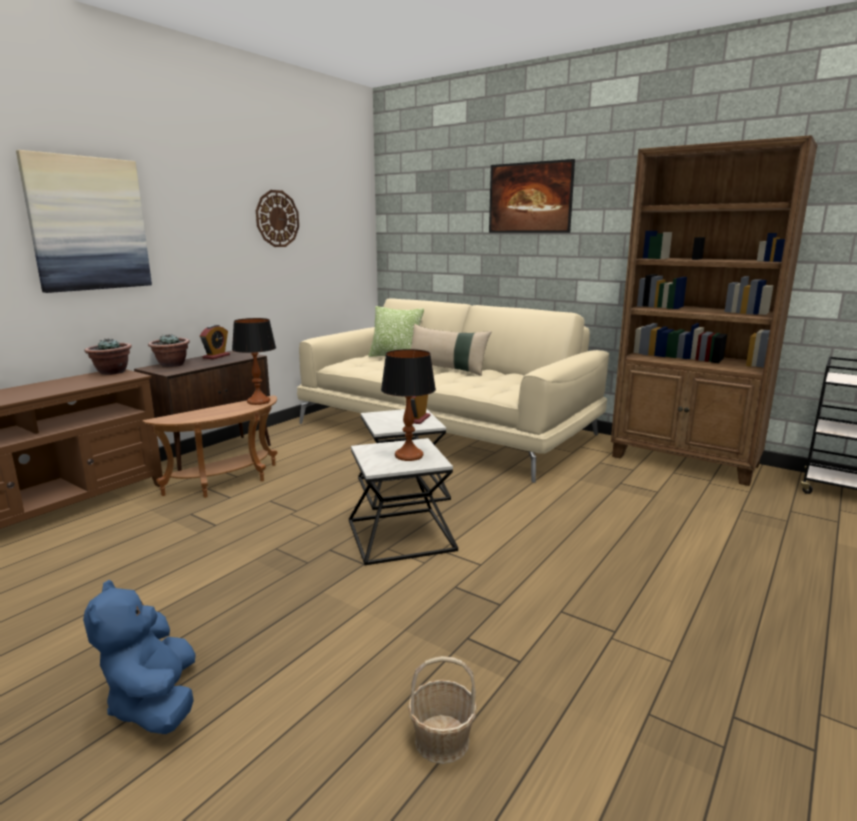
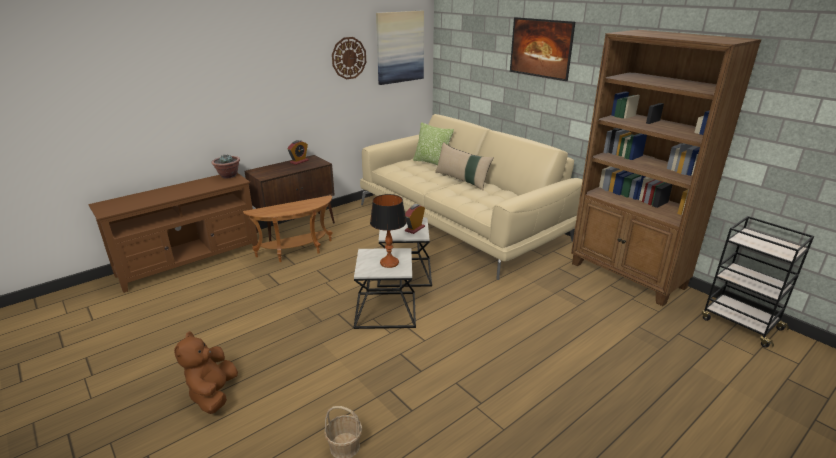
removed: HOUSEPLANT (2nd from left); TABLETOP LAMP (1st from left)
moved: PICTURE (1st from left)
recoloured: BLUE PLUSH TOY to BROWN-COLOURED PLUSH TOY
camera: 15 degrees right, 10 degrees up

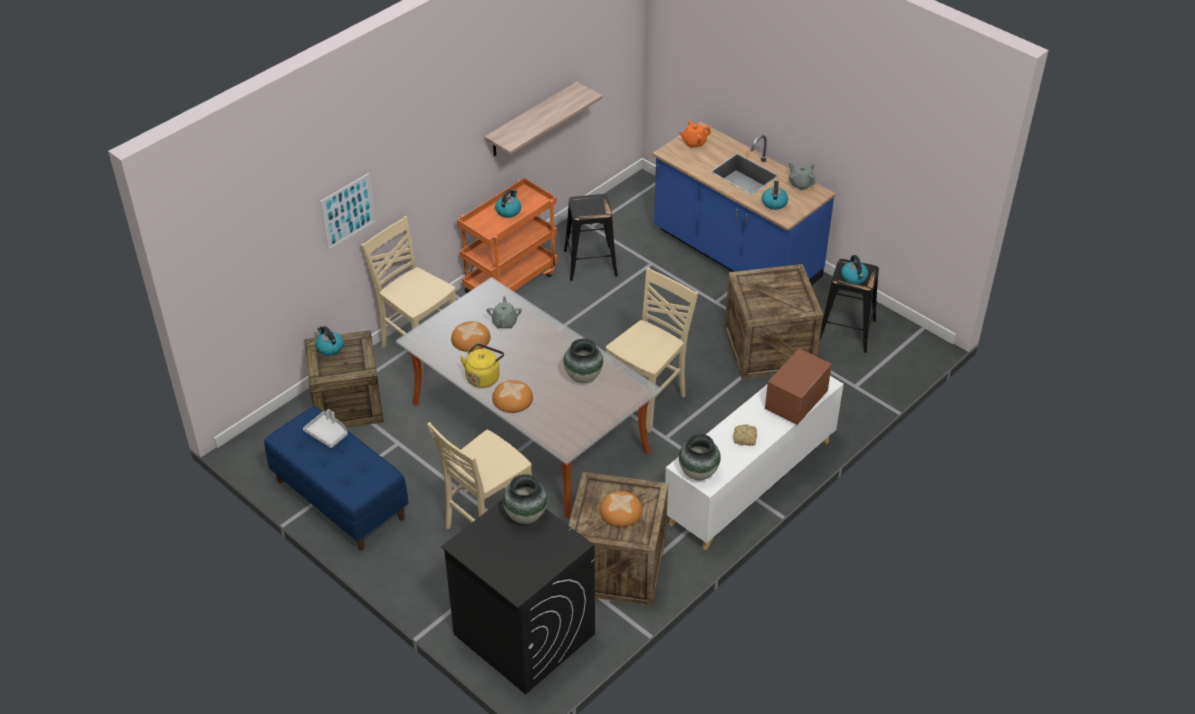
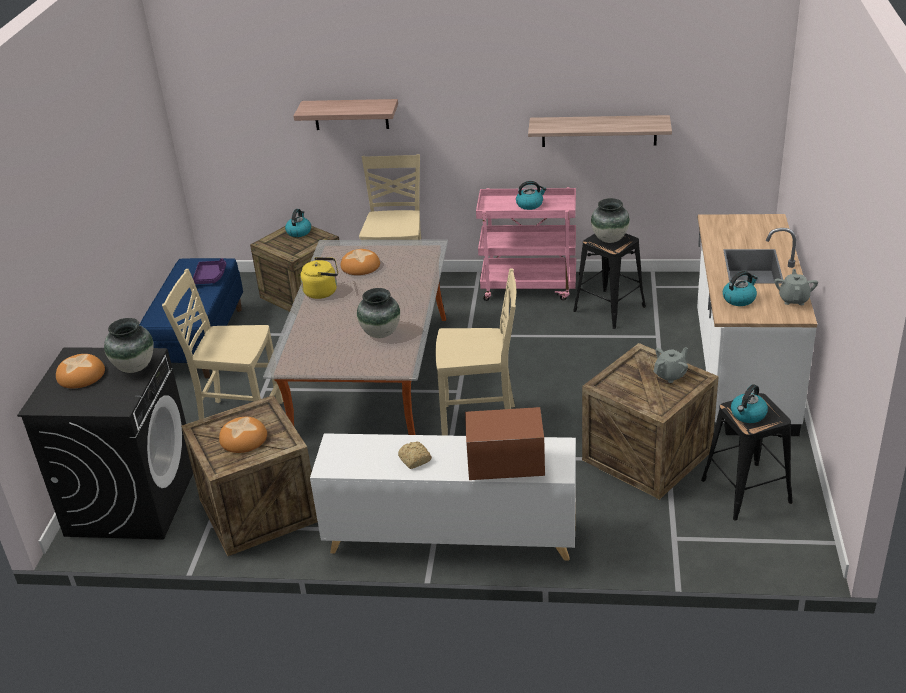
removed: ORANGEY TEA POT
moved: GRAY TEA POT (1st from left); BREAD (2nd from left in the first image) to BREAD (1st from left); VASE (3rd from left)
replaced: PICTURE to BRACKET SHELF (1st from left)
recoloured: GRAY TRAY to PURPLE TRAY; ORANGEY CART to PINKISH CART; BLUE KITCHEN BASE UNIT to WHITISH KITCHEN BASE UNIT
camera: 55 degrees right, 10 degrees down

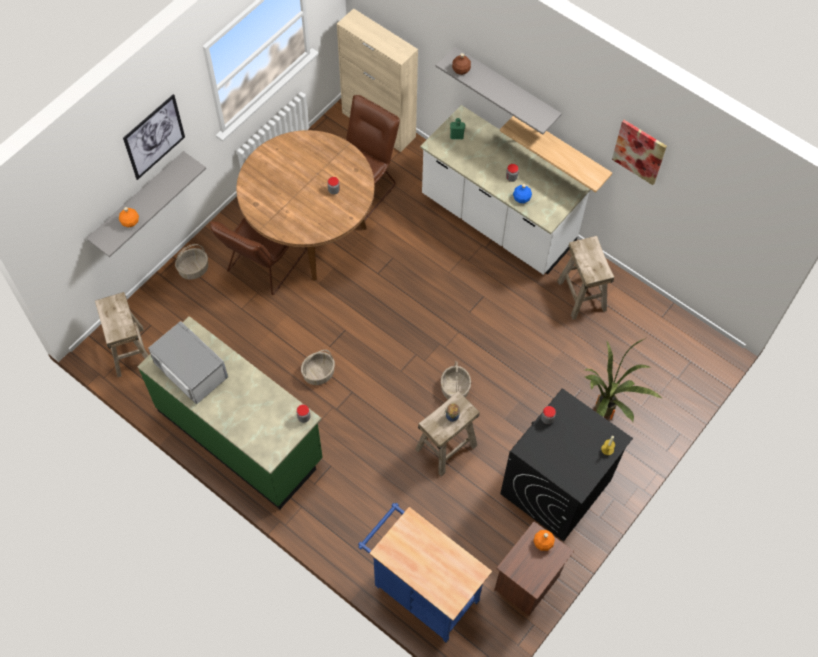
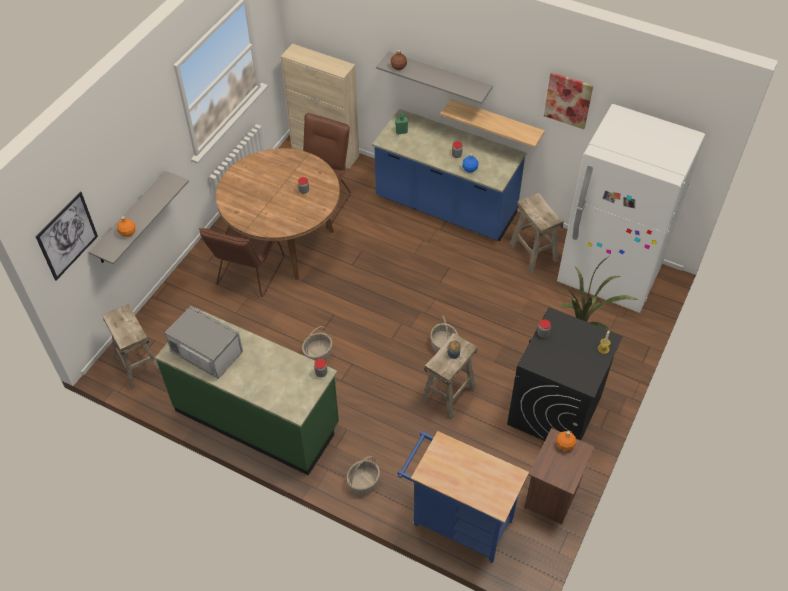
added: WHITISH REFRIGERATOR
moved: PICTURE (1st from left); BASKET (1st from left in the first image) to BASKET (2nd from left)
recoloured: WHITISH KITCHEN BASE UNIT to BLUE KITCHEN BASE UNIT
camera: 10 degrees left, 10 degrees down

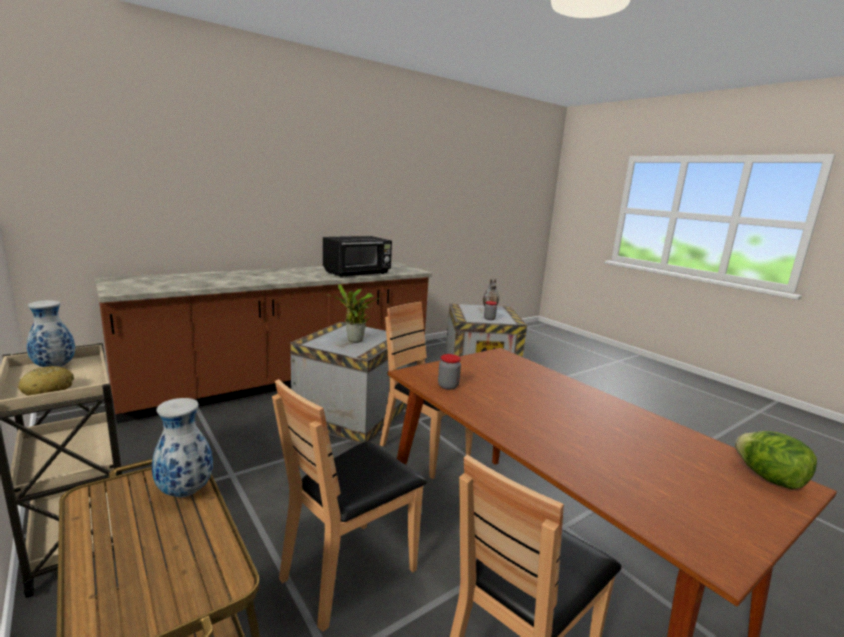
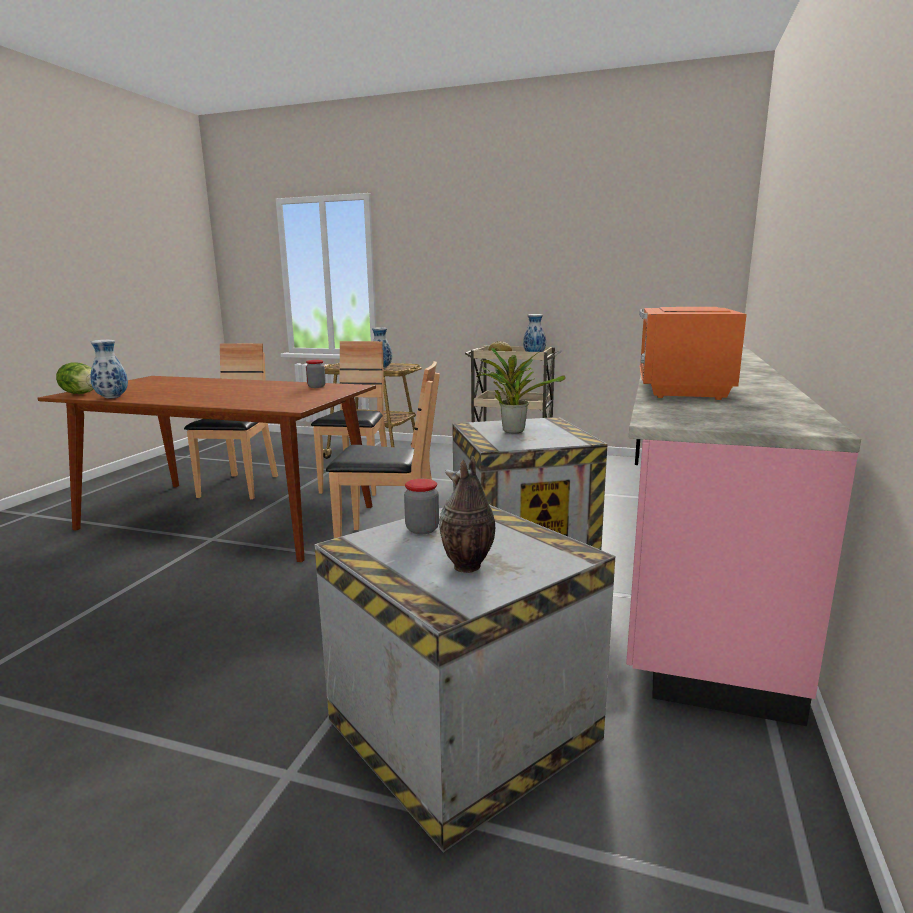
added: VASE (1st from left)
recoloured: BROWN-COLOURED KITCHEN BASE UNIT to PINKISH KITCHEN BASE UNIT; BLACK-COLOURED MICROWAVE to ORANGEY MICROWAVE
camera: 145 degrees right, 0 degrees up

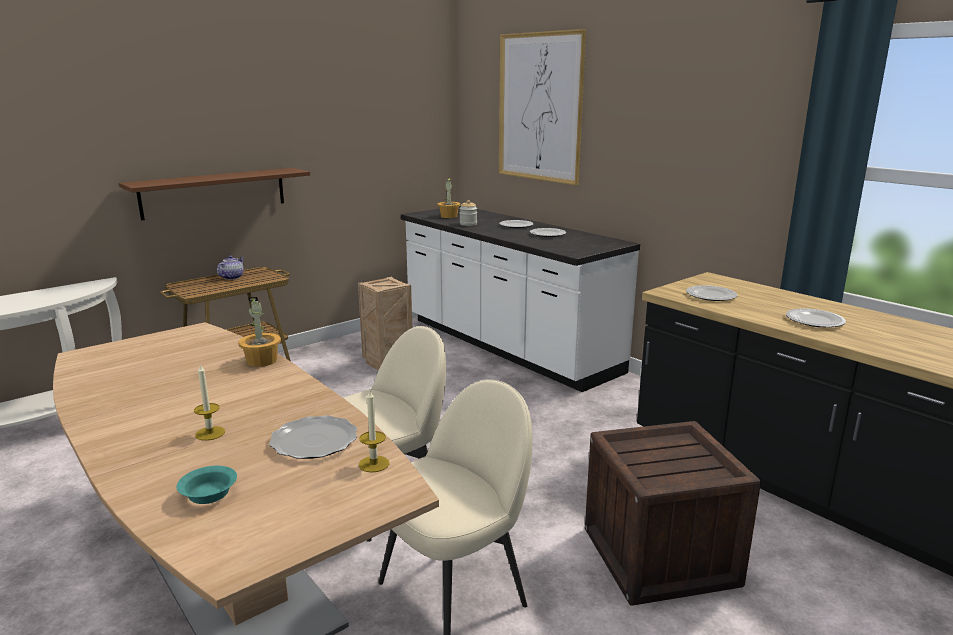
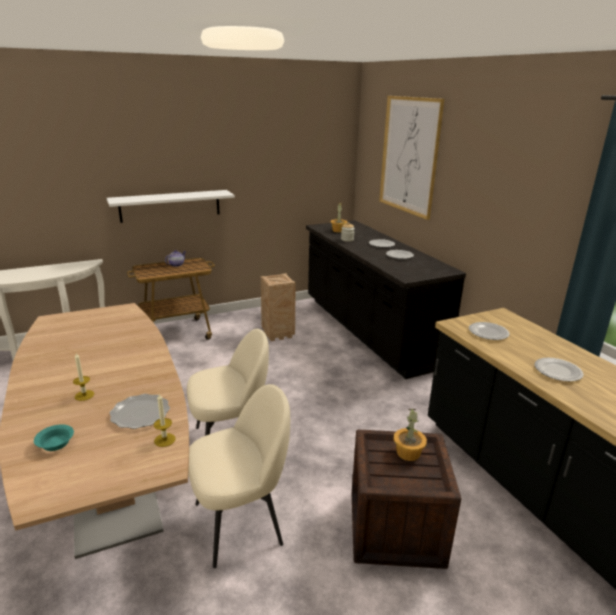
moved: HOUSEPLANT (1st from left in the first image) to HOUSEPLANT (2nd from left)
recoloured: BROWN-COLOURED BRACKET SHELF to WHITISH BRACKET SHELF; WHITISH KITCHEN BASE UNIT to BLACK-COLOURED KITCHEN BASE UNIT (1st from left)
camera: 15 degrees right, 5 degrees up

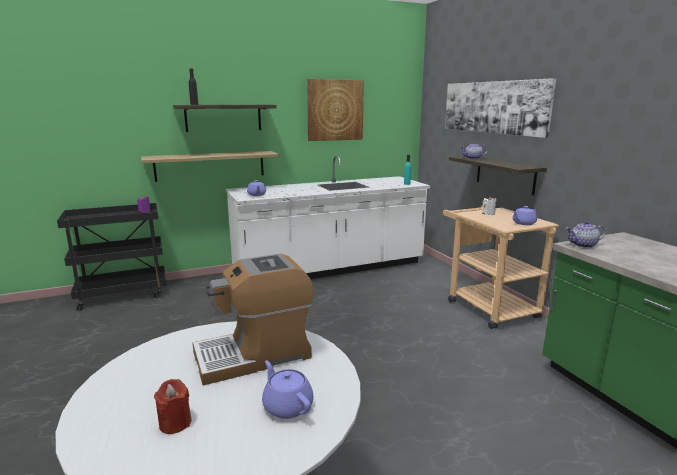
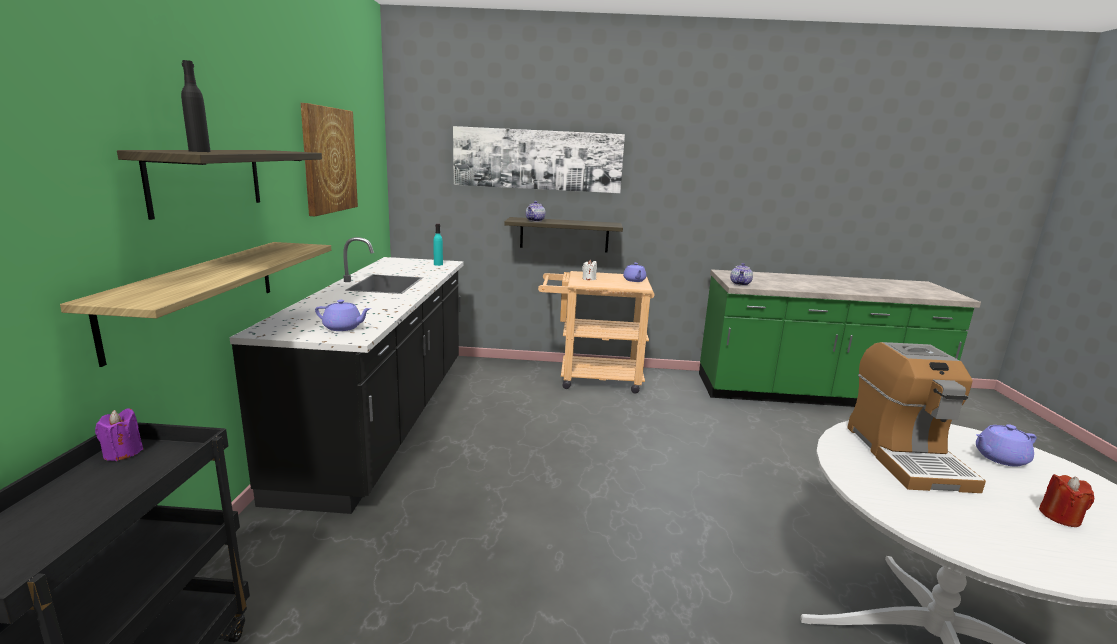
recoloured: WHITISH KITCHEN BASE UNIT to BLACK-COLOURED KITCHEN BASE UNIT
camera: 65 degrees left, 0 degrees up

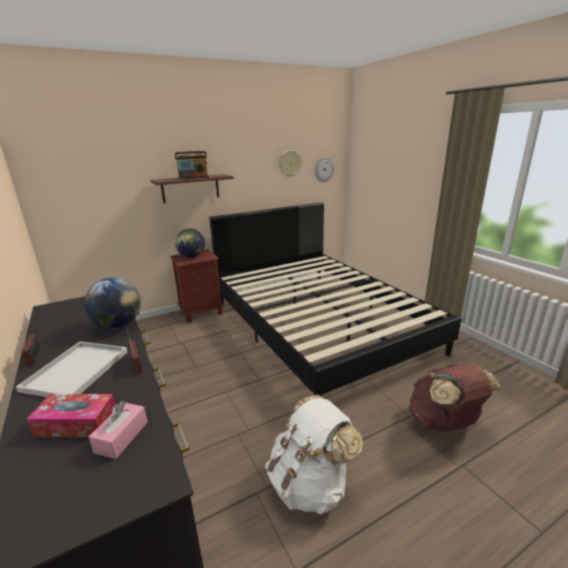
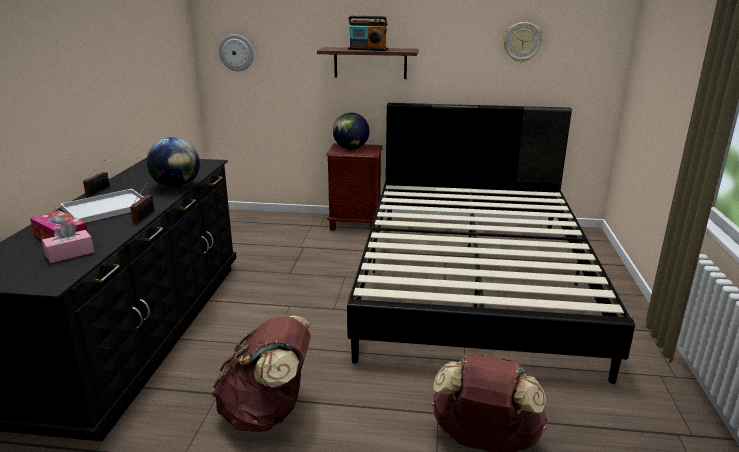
moved: WALL CLOCK (2nd from left in the first image) to WALL CLOCK (1st from left)
recoloured: WHITISH BACKPACK to BROWN-COLOURED BACKPACK (1st from left)
camera: 35 degrees right, 0 degrees up

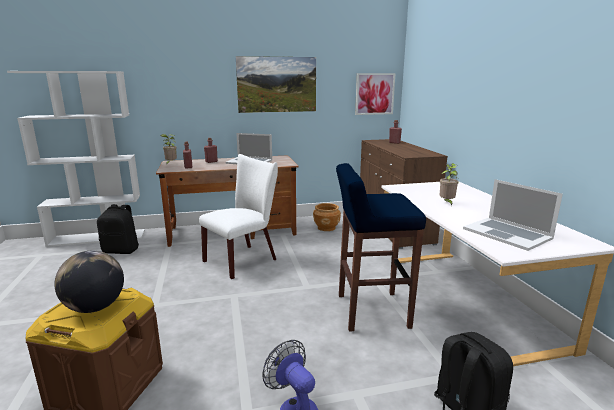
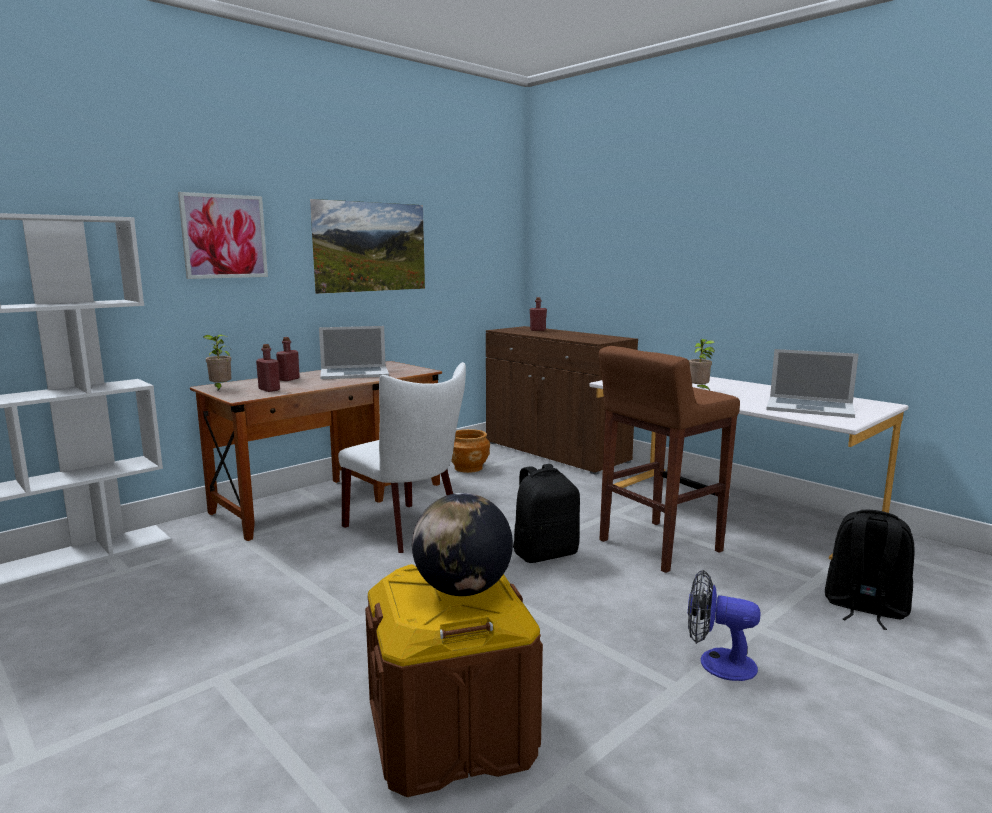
moved: BLACK-COLOURED BACKPACK (1st from left); PICTURE (2nd from left in the first image) to PICTURE (1st from left)
recoloured: BLUE SITTING STOOL to BROWN-COLOURED SITTING STOOL
turned: WHITISH UPRIGHT CHAIR 120 degrees clockwise
camera: 30 degrees left, 5 degrees down

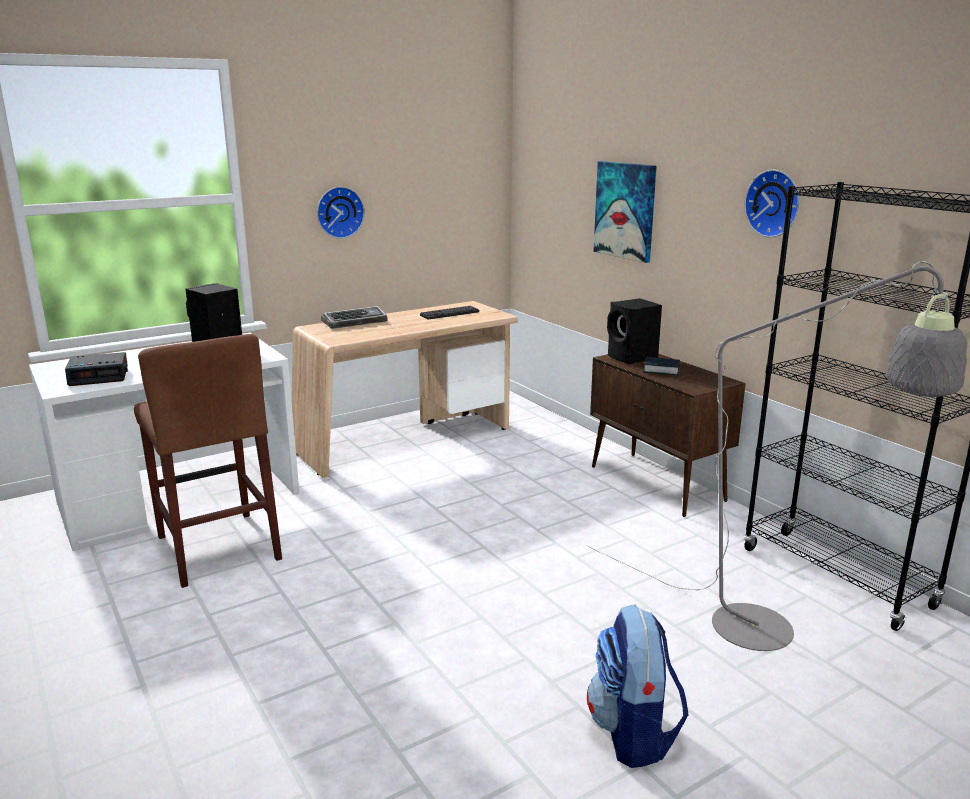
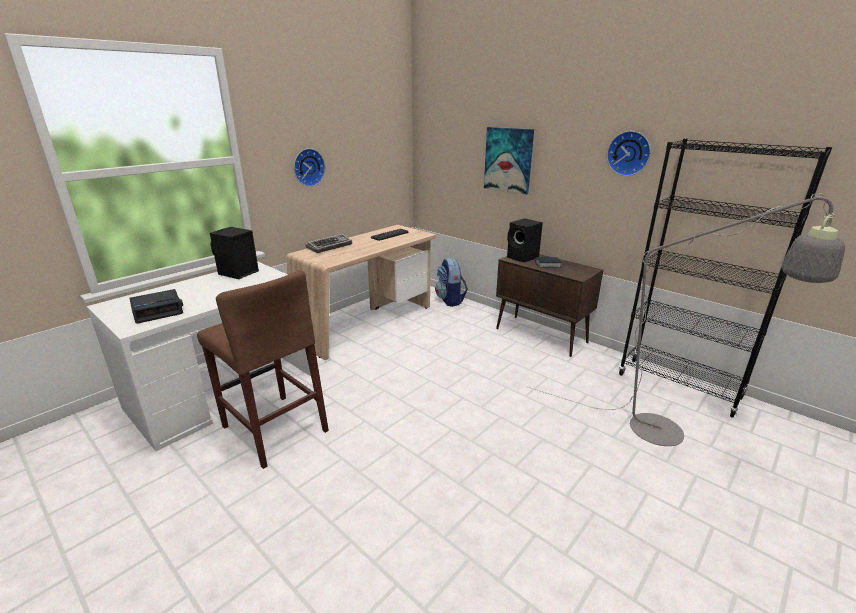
moved: BACKPACK
camera: 15 degrees left, 5 degrees up

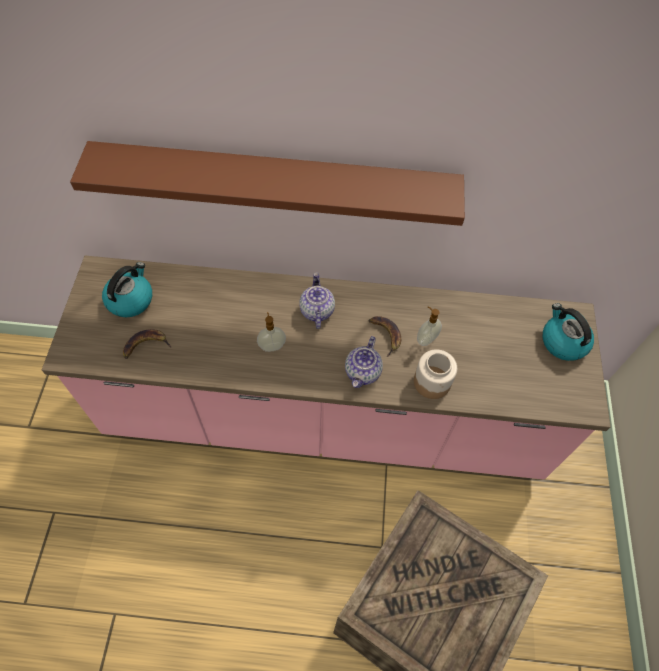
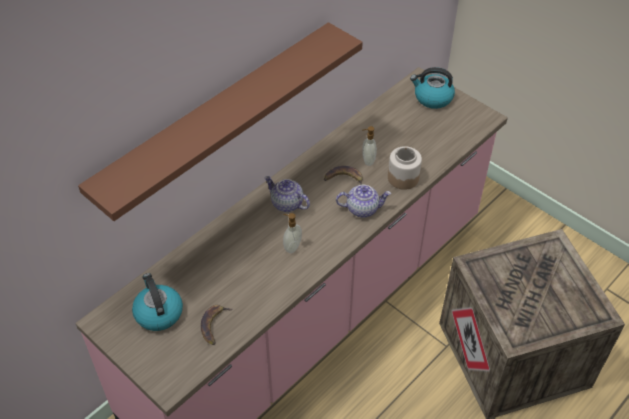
turned: TEA POT (2nd from left) 60 degrees counterclockwise
camera: 50 degrees left, 10 degrees down

